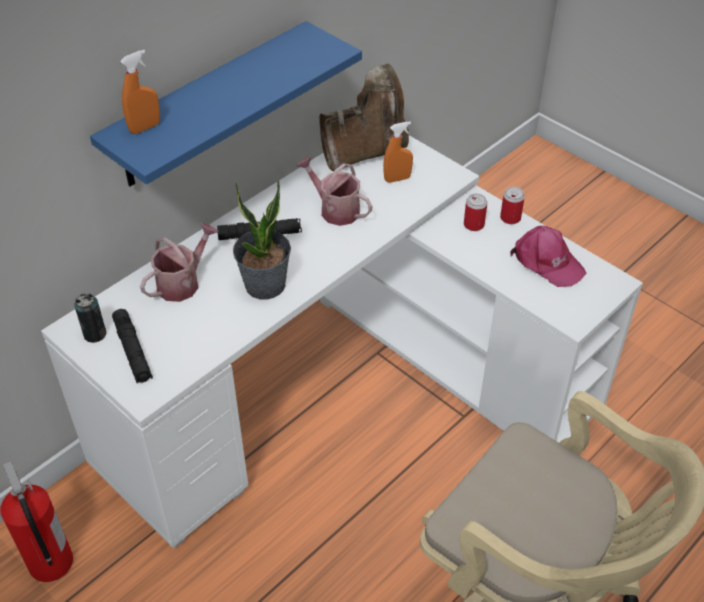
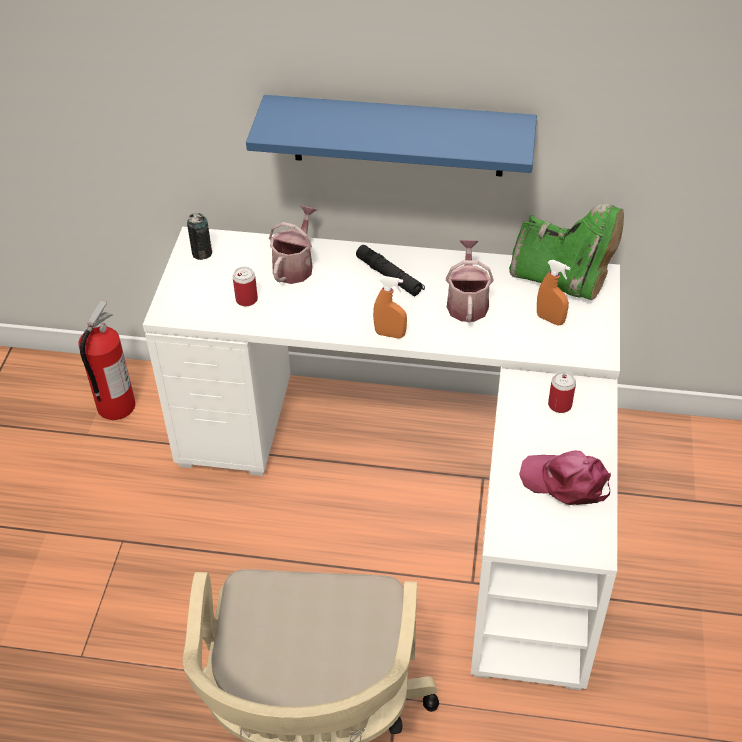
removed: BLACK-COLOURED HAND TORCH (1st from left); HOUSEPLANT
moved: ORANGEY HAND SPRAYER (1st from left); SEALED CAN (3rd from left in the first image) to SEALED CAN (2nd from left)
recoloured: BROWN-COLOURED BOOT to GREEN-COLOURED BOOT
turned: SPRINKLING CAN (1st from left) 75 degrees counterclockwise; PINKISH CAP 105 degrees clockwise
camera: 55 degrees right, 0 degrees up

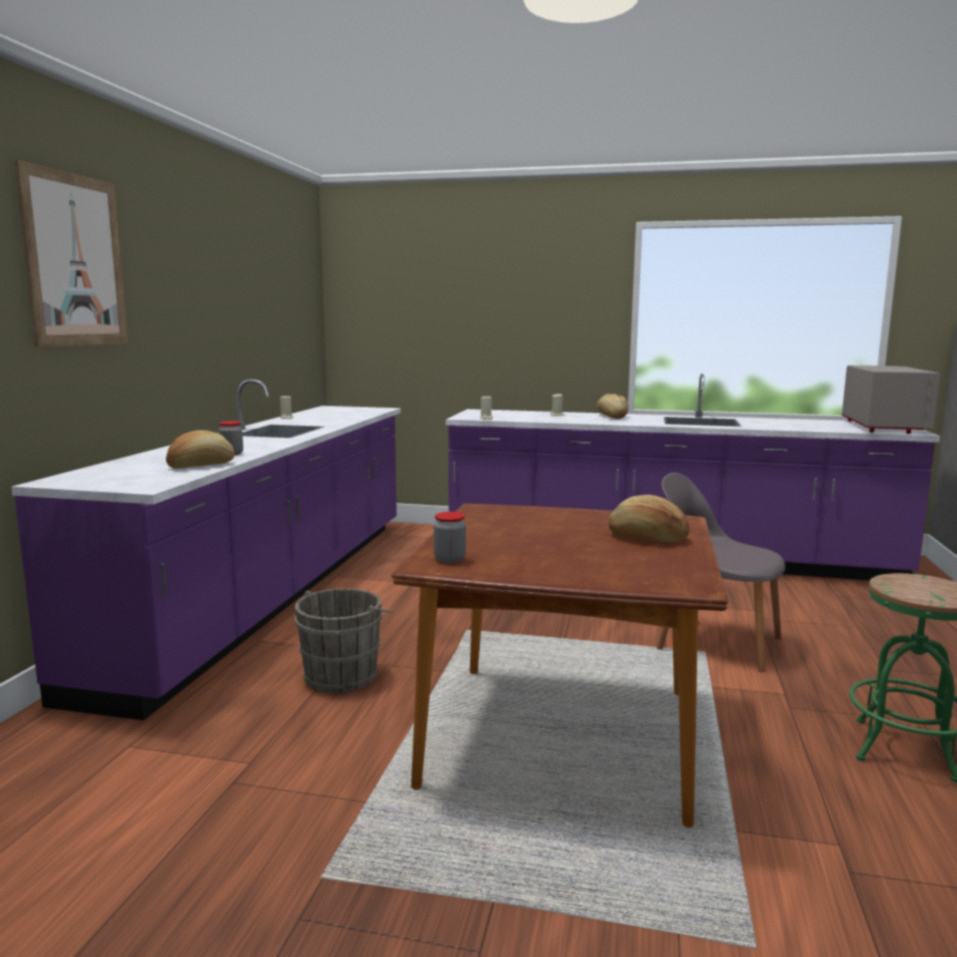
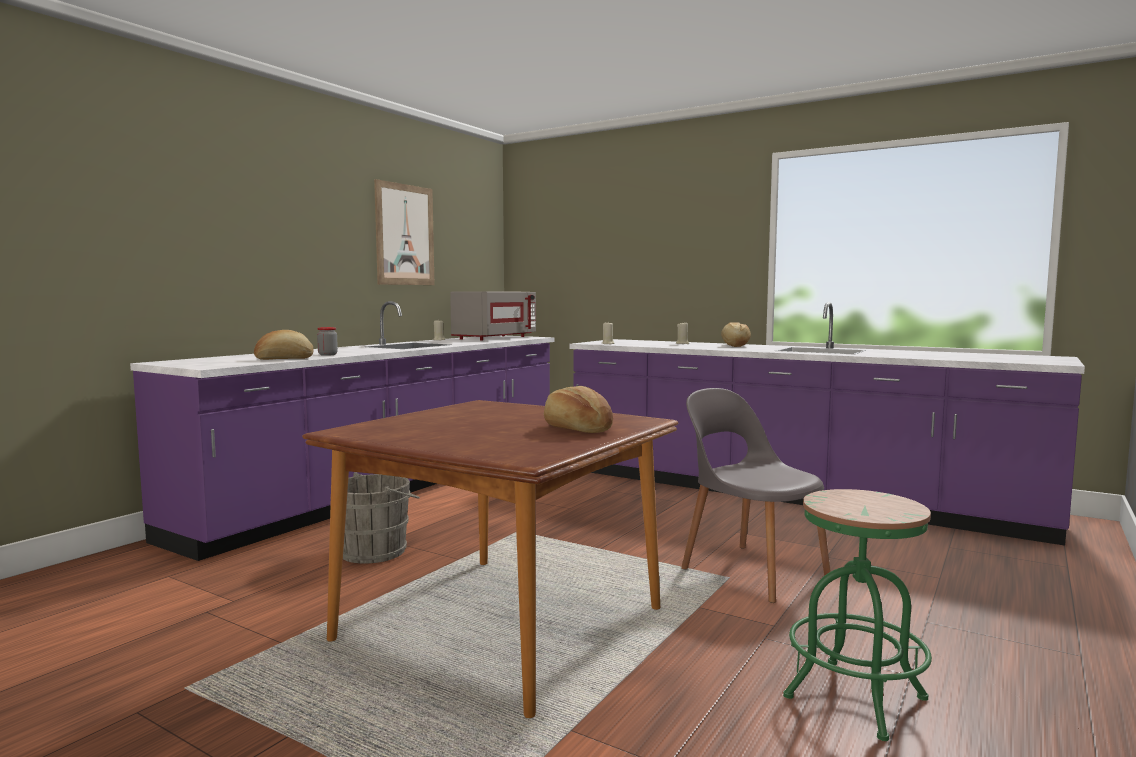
removed: STORAGE JAR (2nd from left)
moved: PICTURE; GRAY MICROWAVE
camera: 20 degrees right, 5 degrees down

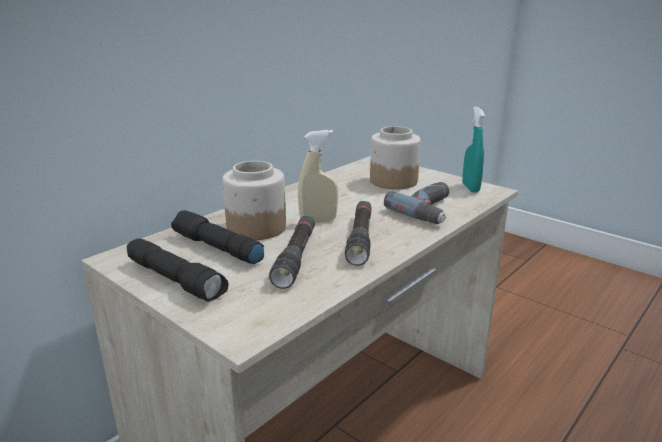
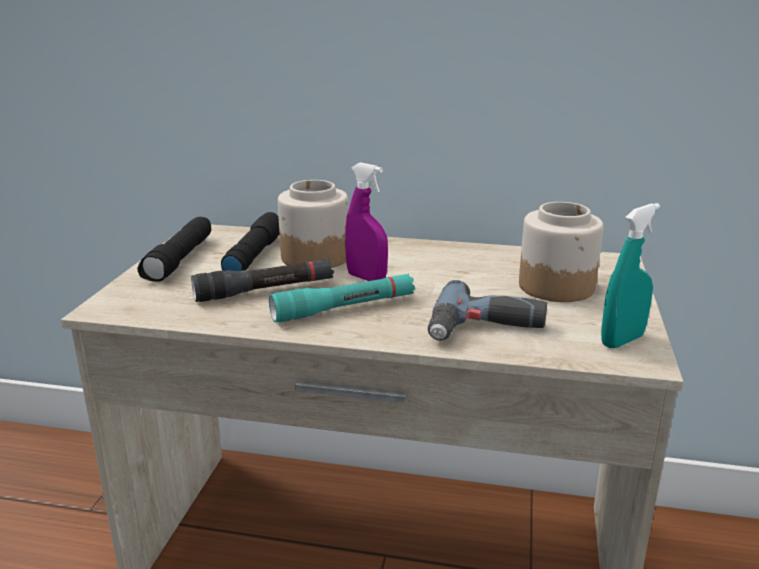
recoloured: SAND-COLOURED HAND SPRAYER to PURPLE HAND SPRAYER; BLACK-COLOURED HAND TORCH (4th from left) to TURQUOISE HAND TORCH
camera: 60 degrees right, 0 degrees up

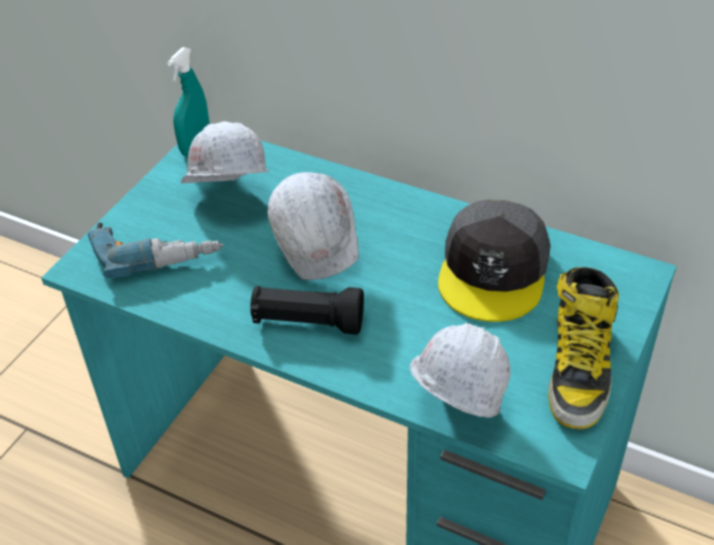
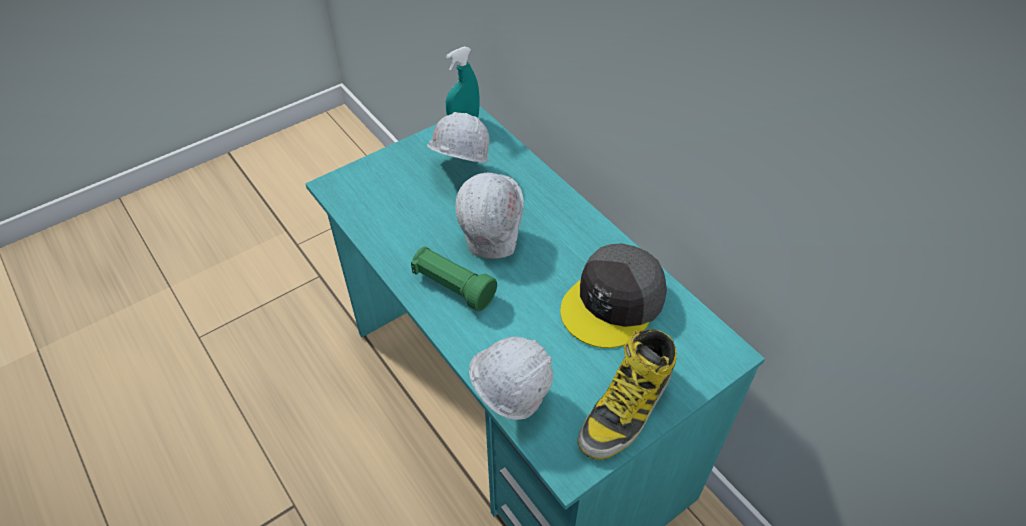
removed: POWER DRILL
recoloured: BLACK-COLOURED HAND TORCH to GREEN-COLOURED HAND TORCH
camera: 25 degrees right, 5 degrees up

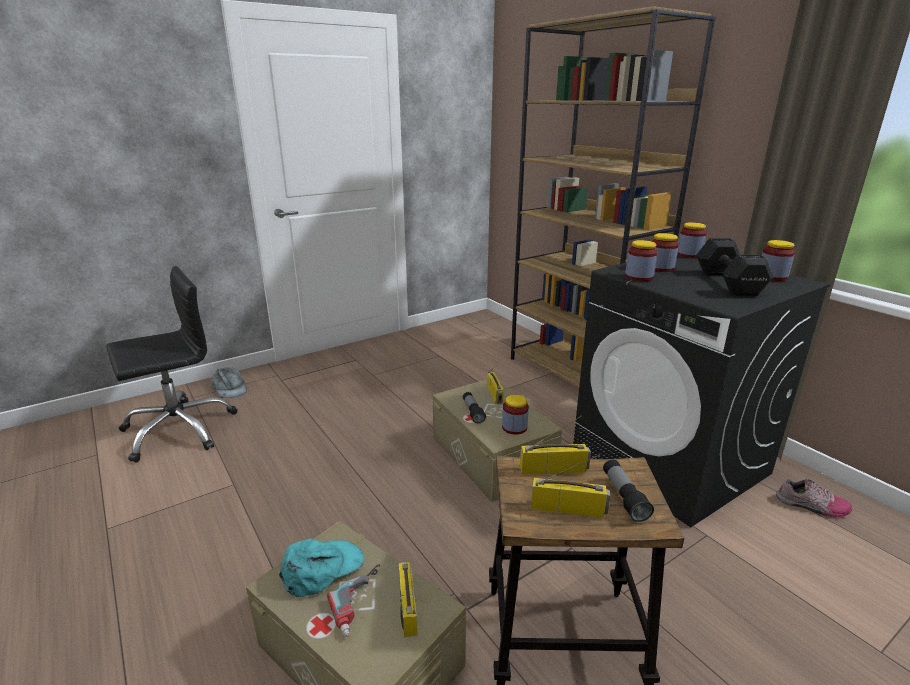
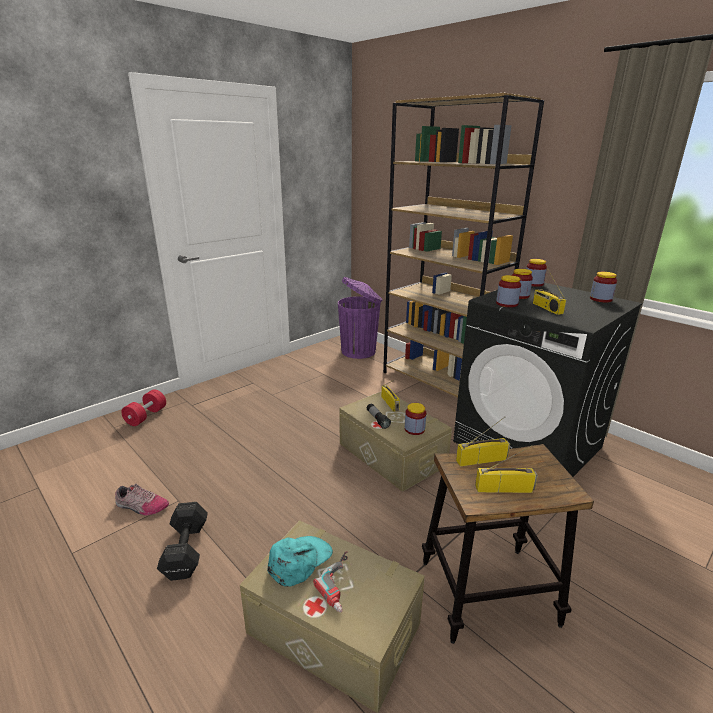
removed: BLACK-COLOURED COMPUTER CHAIR; HAND TORCH (2nd from left)
added: PURPLE TRASH CAN
moved: RADIO (1st from left in the first image) to RADIO (4th from left); BLACK-COLOURED HAND WEIGHT; ITEM OF FOOTWEAR
replaced: GRAY CAP to RED-COLOURED HAND WEIGHT
camera: 10 degrees left, 0 degrees up

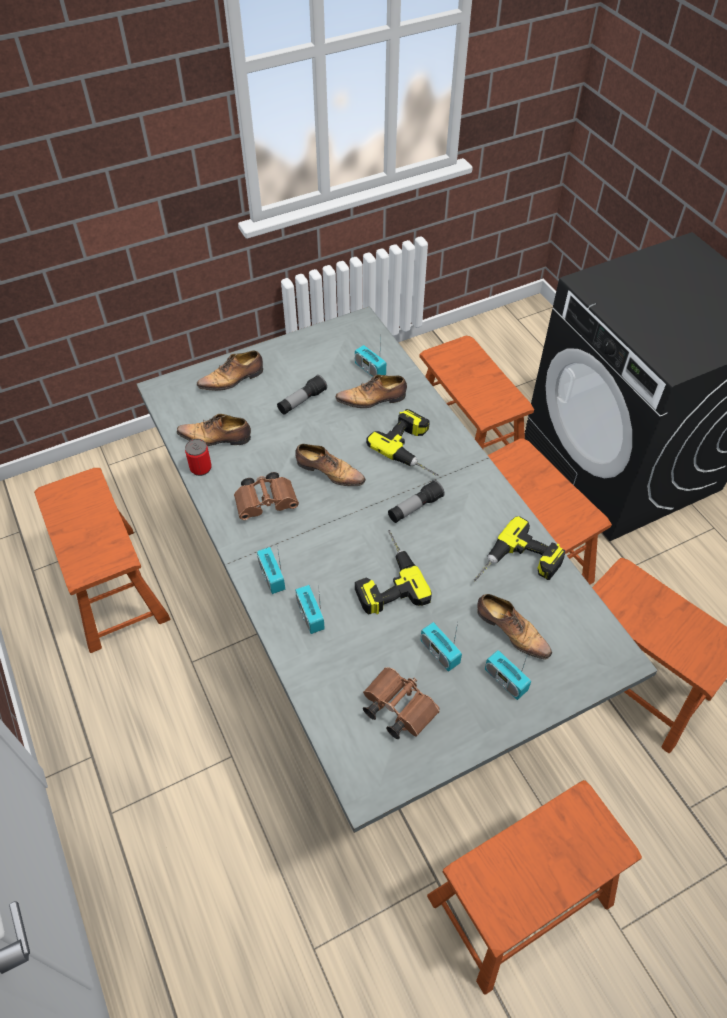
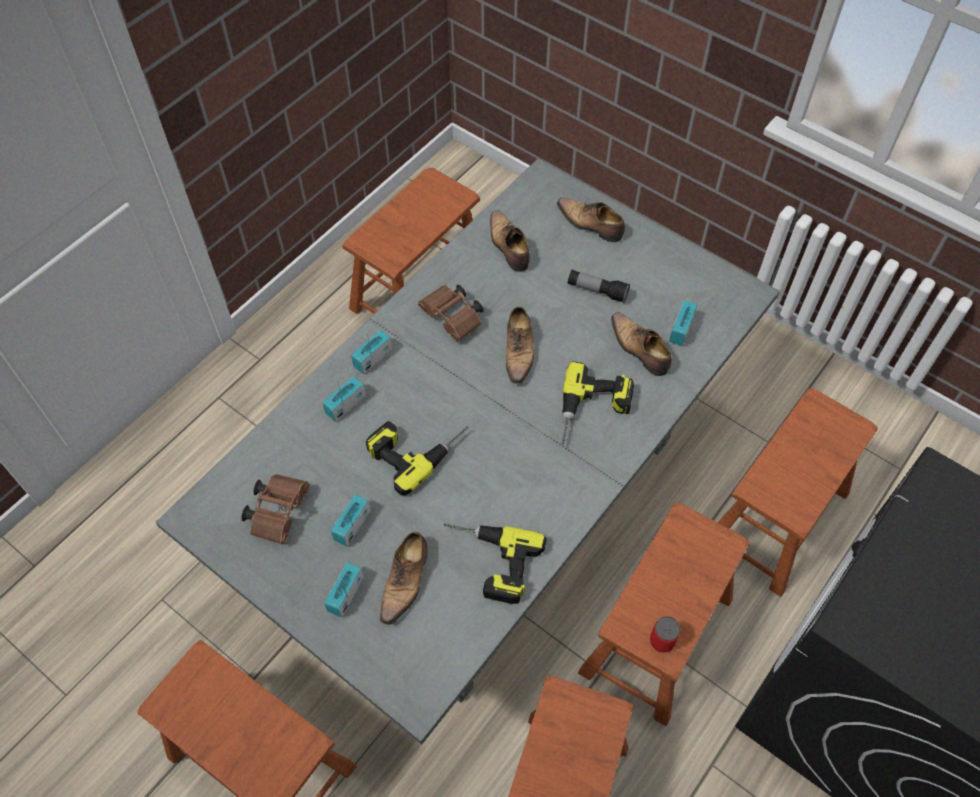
removed: HAND TORCH (2nd from left)
moved: SEALED CAN
camera: 65 degrees right, 5 degrees up

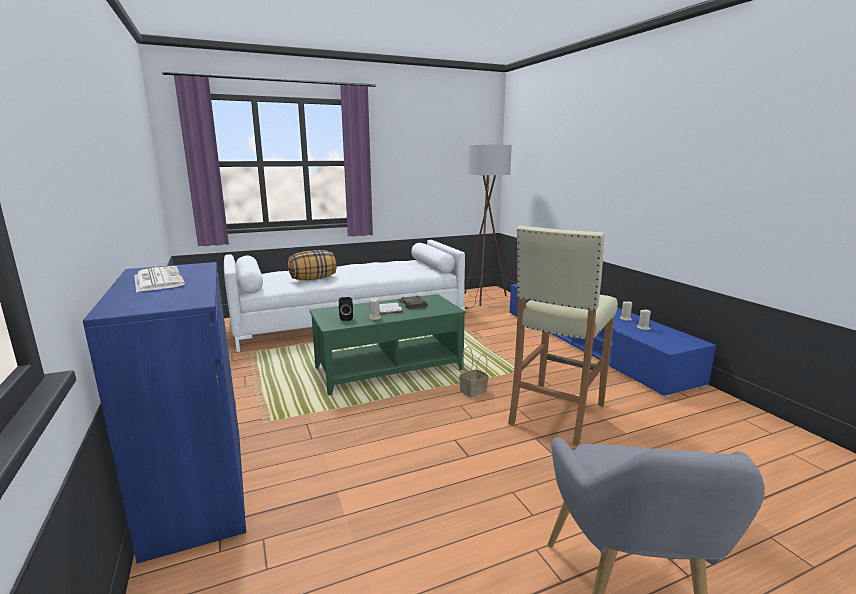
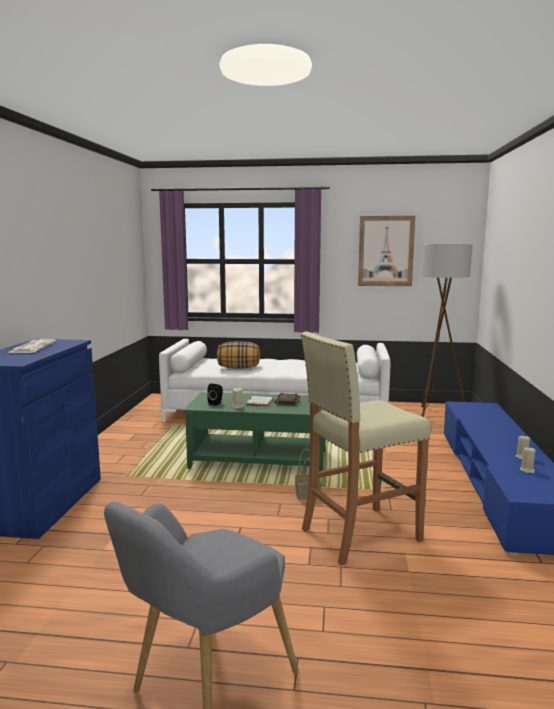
added: PICTURE
camera: 30 degrees right, 5 degrees down

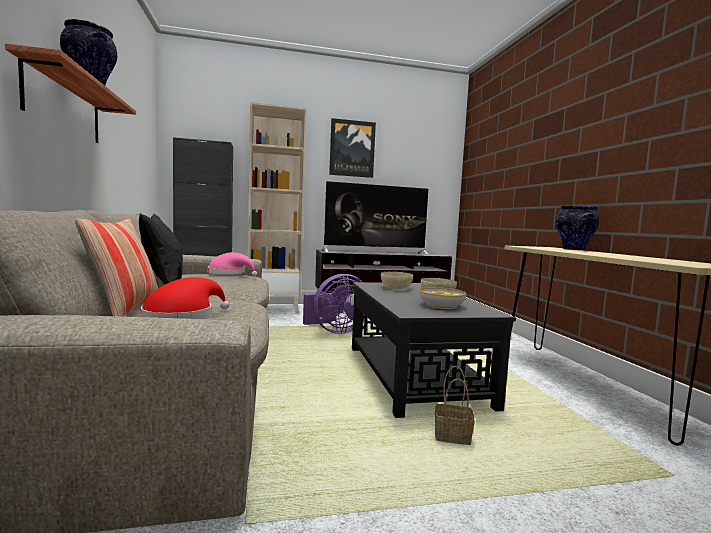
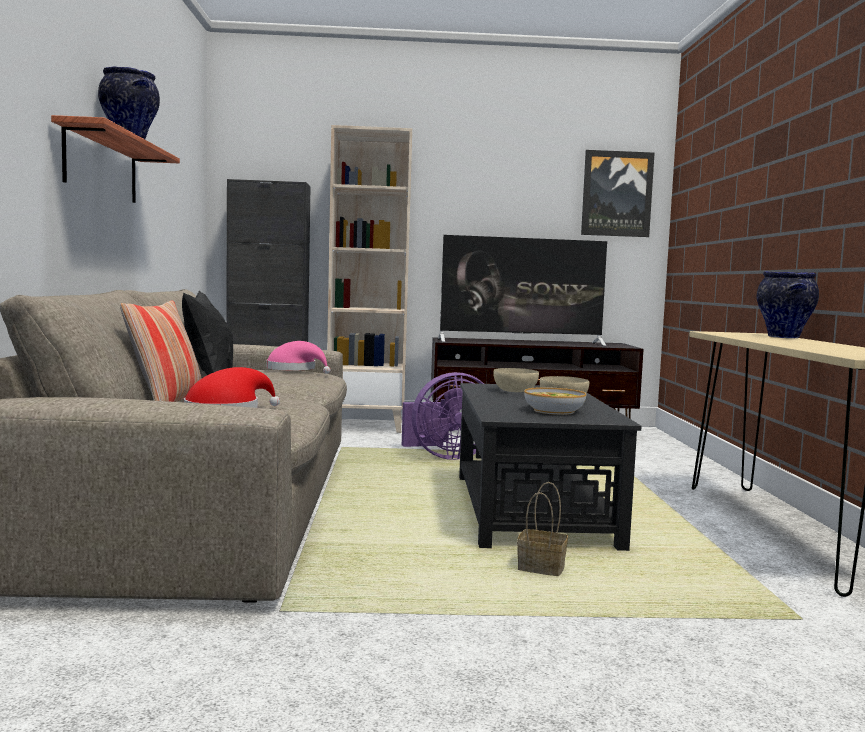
moved: PICTURE
camera: 10 degrees right, 0 degrees up

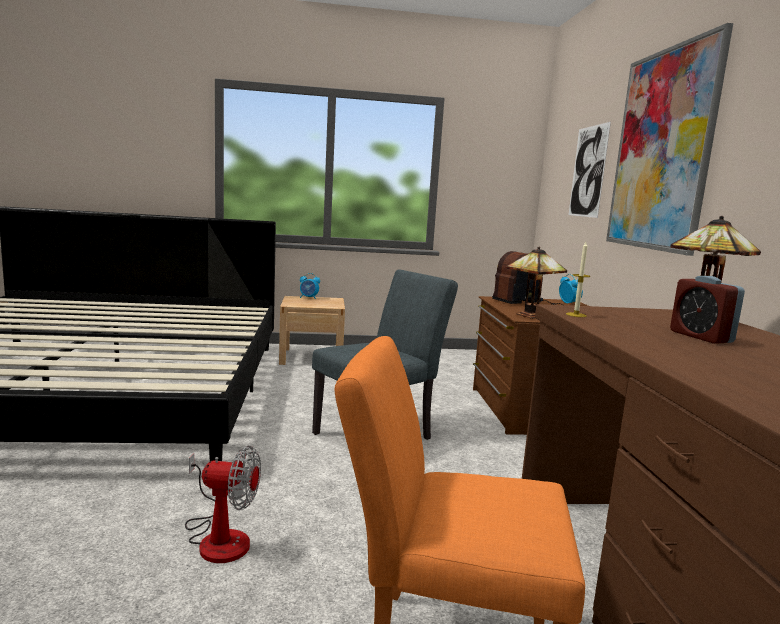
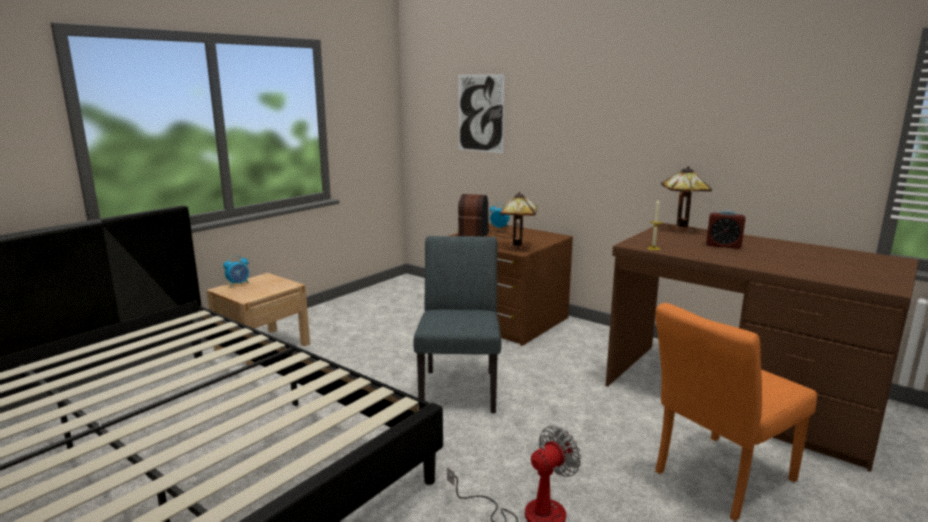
removed: PICTURE (2nd from left)
camera: 45 degrees left, 5 degrees up

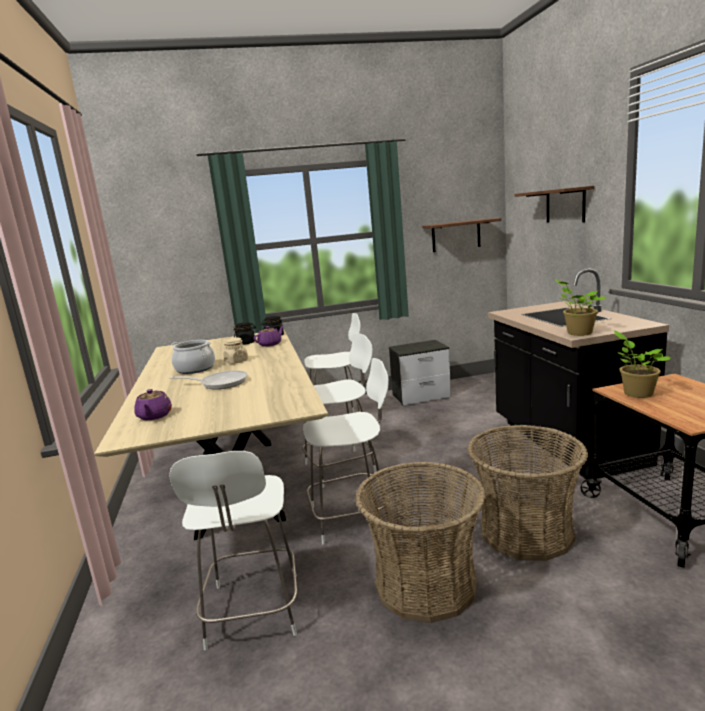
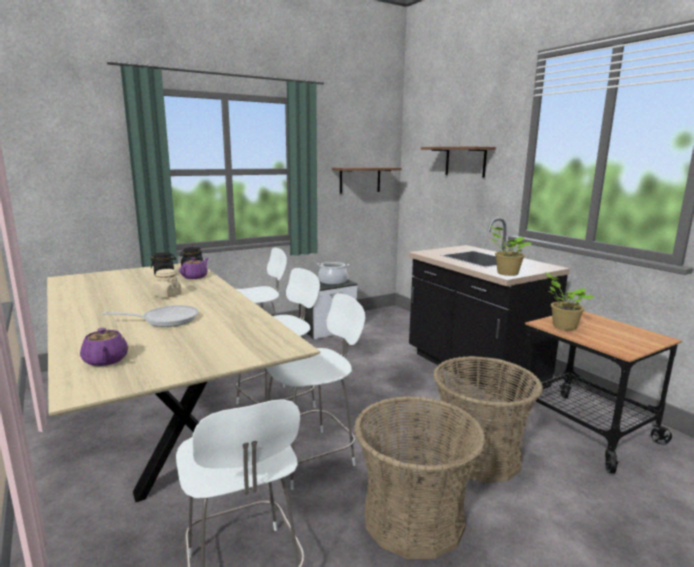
moved: COOKING POT
camera: 20 degrees left, 0 degrees up

